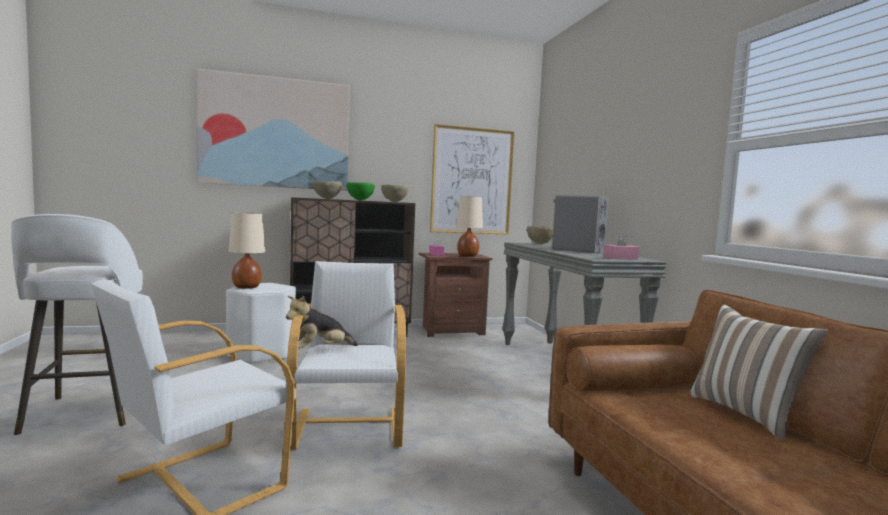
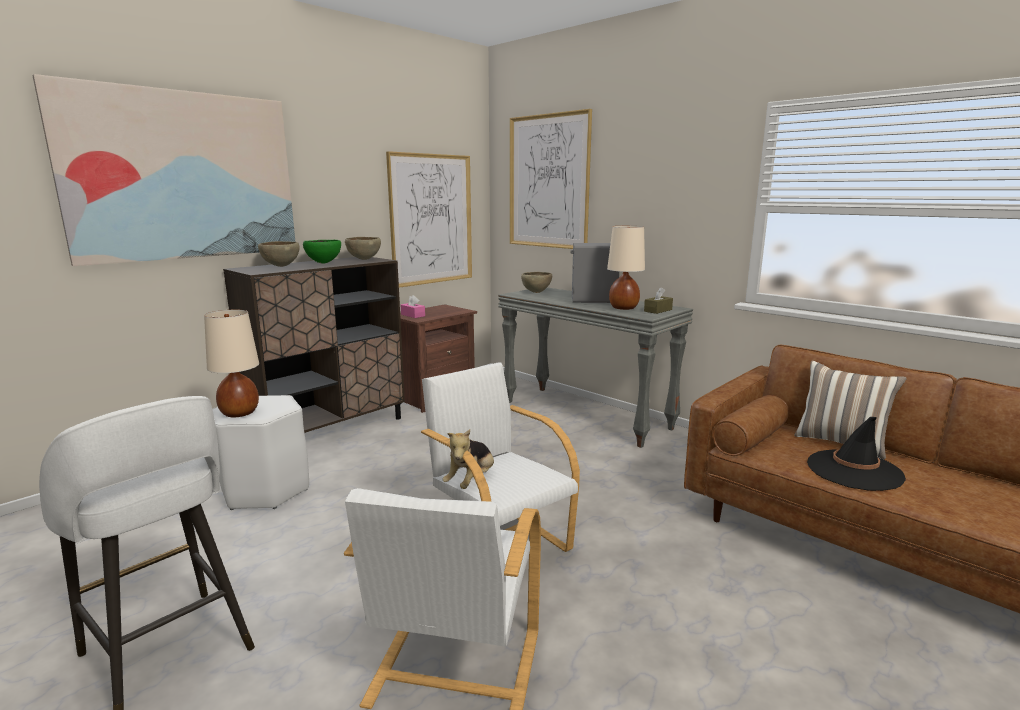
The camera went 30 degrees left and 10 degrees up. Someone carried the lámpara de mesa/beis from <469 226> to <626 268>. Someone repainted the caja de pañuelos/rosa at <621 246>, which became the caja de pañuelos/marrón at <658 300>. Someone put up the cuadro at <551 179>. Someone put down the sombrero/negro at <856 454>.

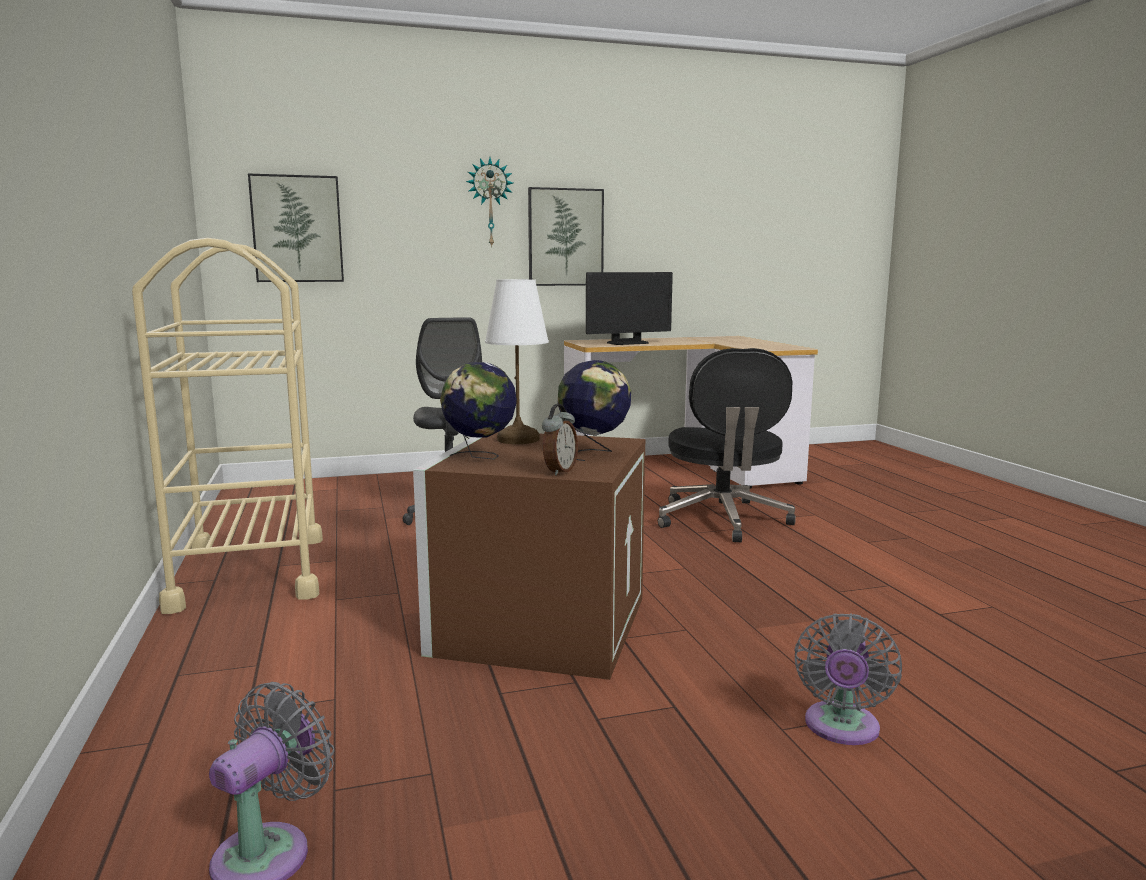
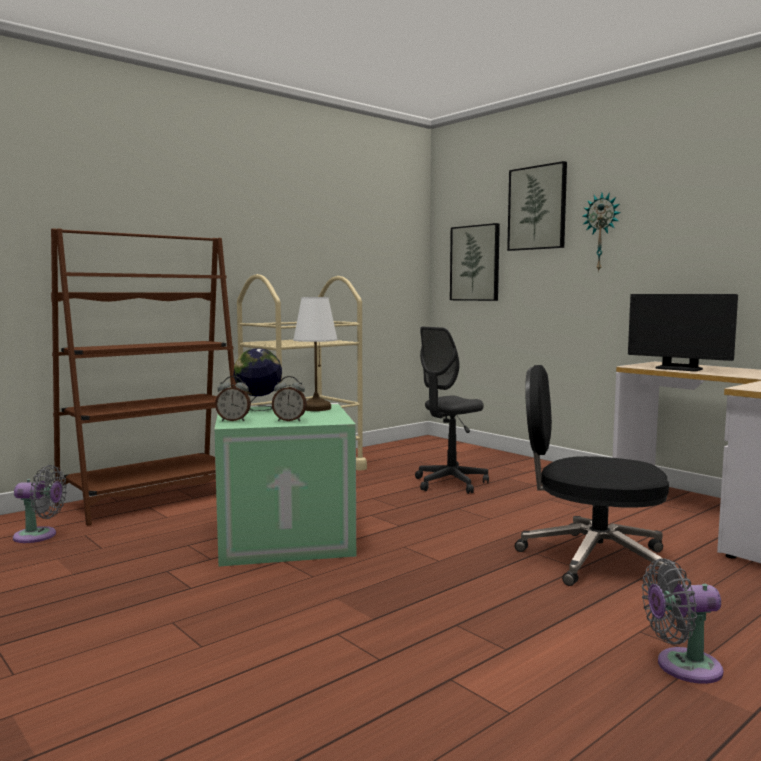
The camera went 65 degrees right and 5 degrees down. Someone repainted the caja de almacenaje/marrón at <529 556>, which became the caja de almacenaje/verde at <285 484>. Someone carried the cuadro from <566 236> to <537 206>. Someone swapped the globo terráqueo at <594 410> for the despertador at <289 399>. Someone rotated the silla de oficina/negro at <727 445> by 45 degrees clockwise. Someone carried the ventilador/gris from <848 679> to <682 621>. Someone put down the estantería/marrón at <143 376>.

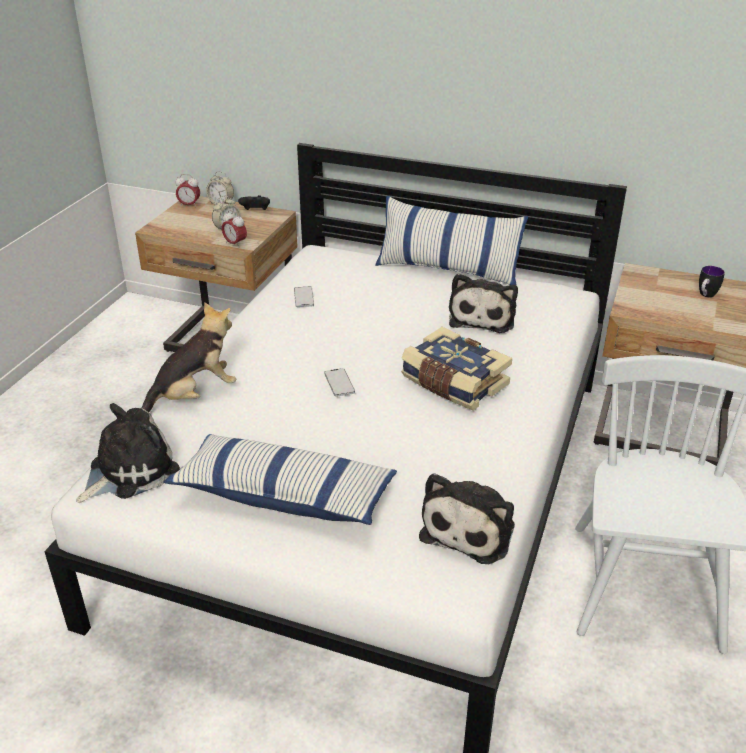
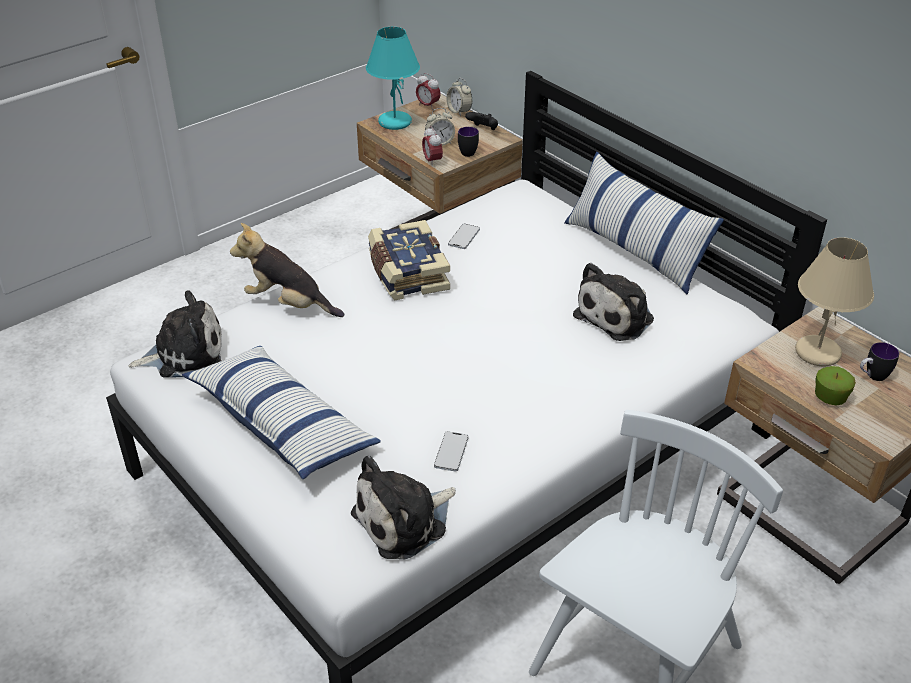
The camera went 30 degrees right and 5 degrees up. Someone rotated the peluche at <189 357> by 150 degrees counterclockwise. Someone carried the móvil from <339 382> to <451 451>. Someone carried the libro from <456 369> to <409 260>. Someone put down the lámpara de mesa/turquesa at <393 78>. Someone put down the taza grande at <468 142>. Someone put down the lámpara de mesa/beis at <834 301>. Someone put down the manzana at <835 386>.

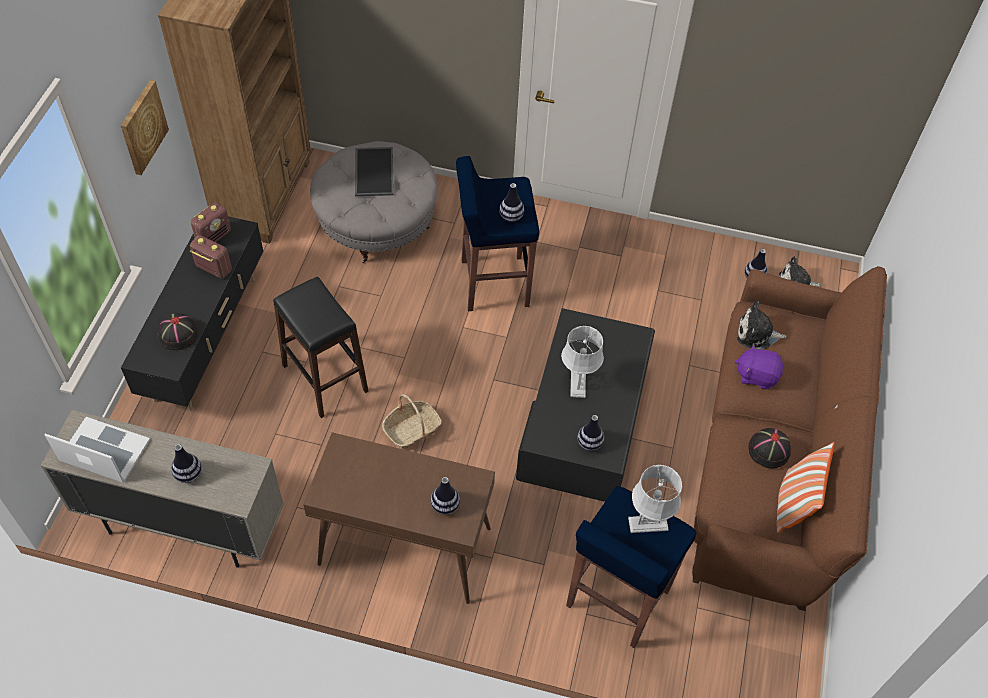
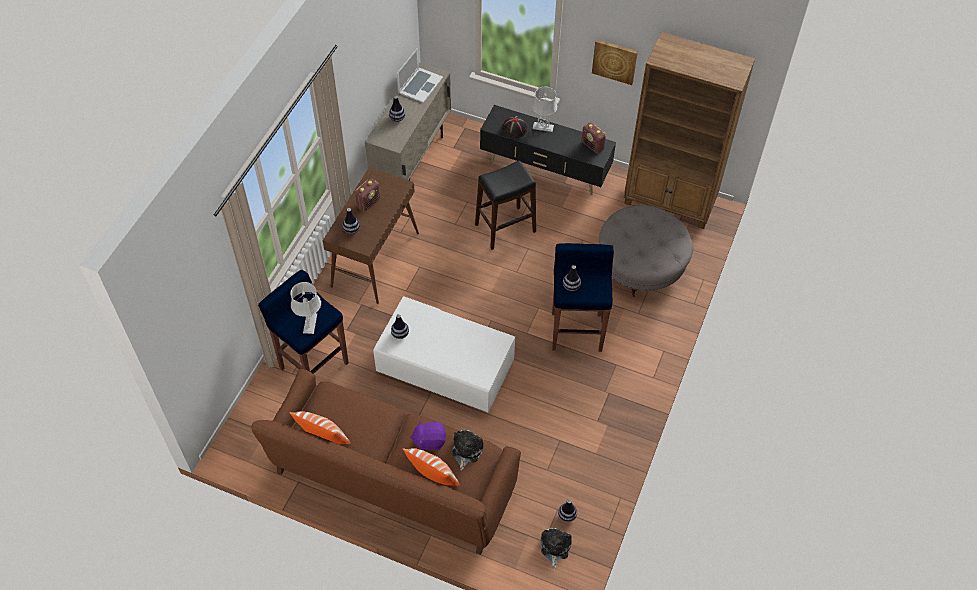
The camera went 100 degrees right and 0 degrees up. Someone carried the radio from <211 256> to <367 195>. Someone took away the bandeja at <374 171>. Someone took away the cesta at <412 421>. Someone repainted the mesa de centro/negro at <585 405>, which became the mesa de centro/blanco at <444 354>. Someone carried the lámpara de mesa/gris from <582 362> to <544 109>. Someone rotated the peluche/morado at <758 367> by 120 degrees counterclockwise. Someone took away the sombrero/negro at <769 448>. Someone put down the cojín at <431 467>.

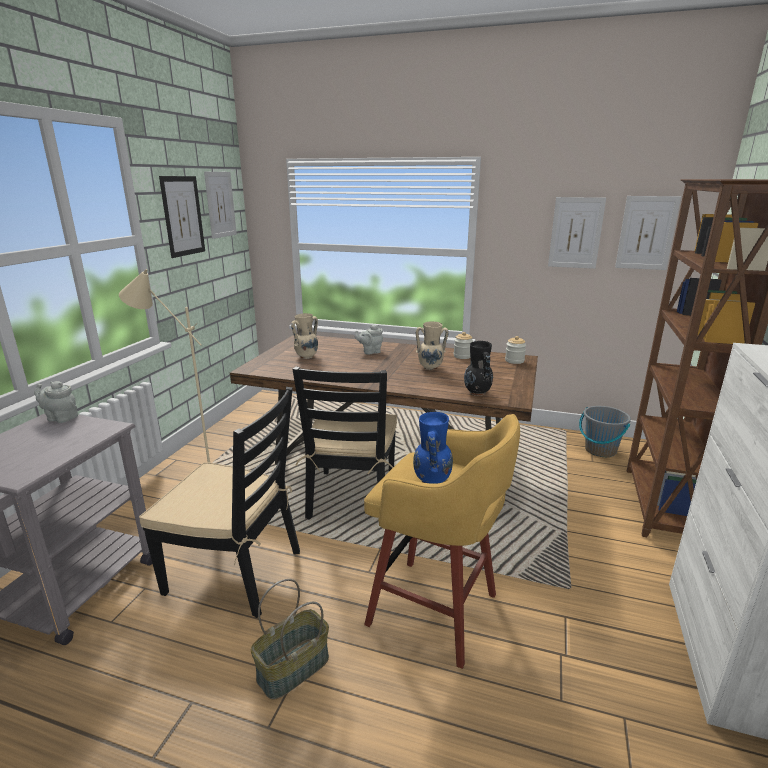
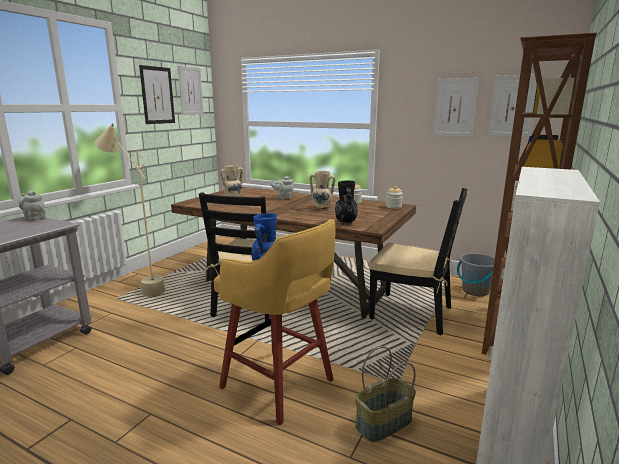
The camera went 10 degrees right and 5 degrees down. Someone carried the silla/negro from <219 502> to <418 261>. Someone carried the cesta from <290 639> to <385 394>.

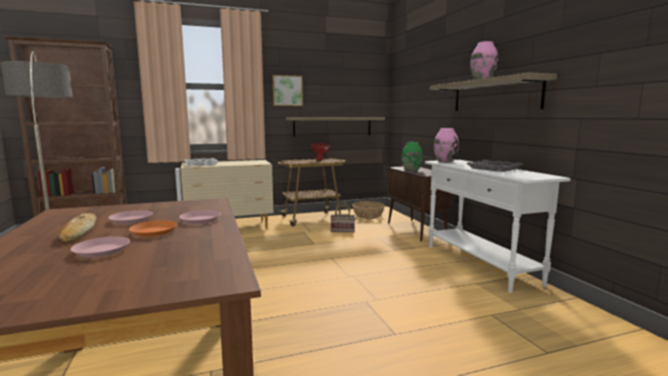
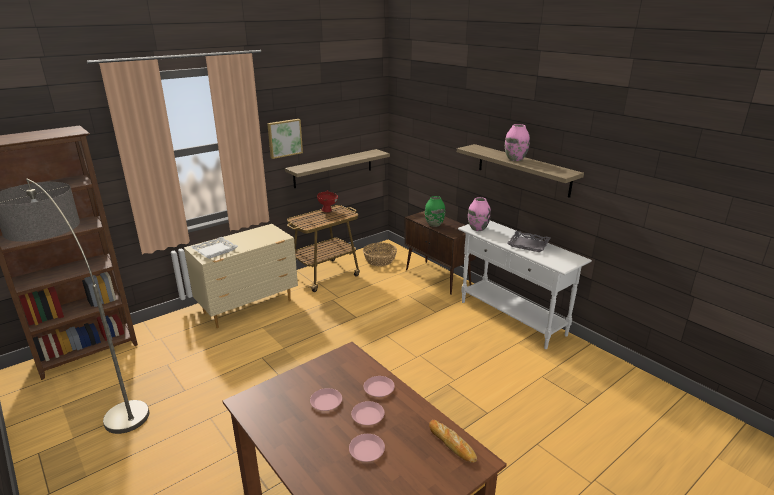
The camera went 20 degrees left and 15 degrees up. Someone carried the pan from <78 227> to <453 441>. Someone repainted the plato/naranja at <153 228>, which became the plato/rosa at <368 413>. Someone took away the cesta at <342 217>.

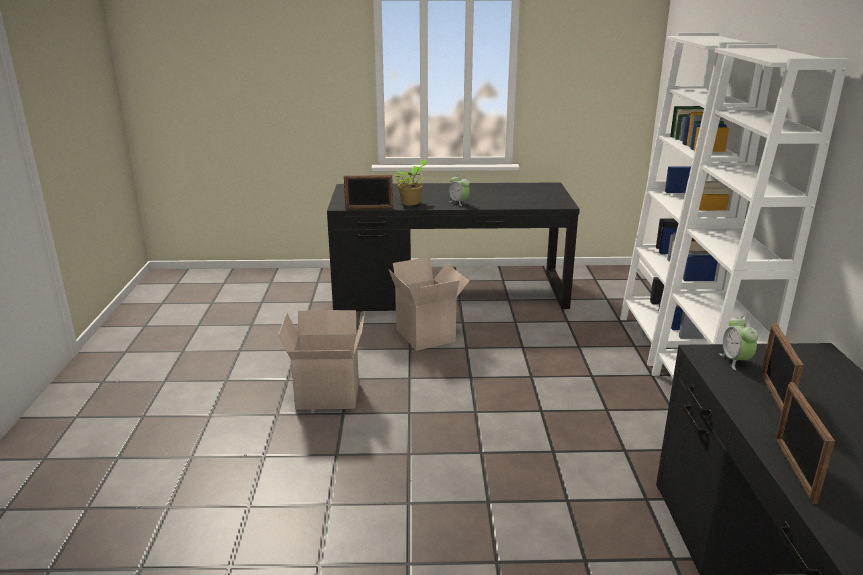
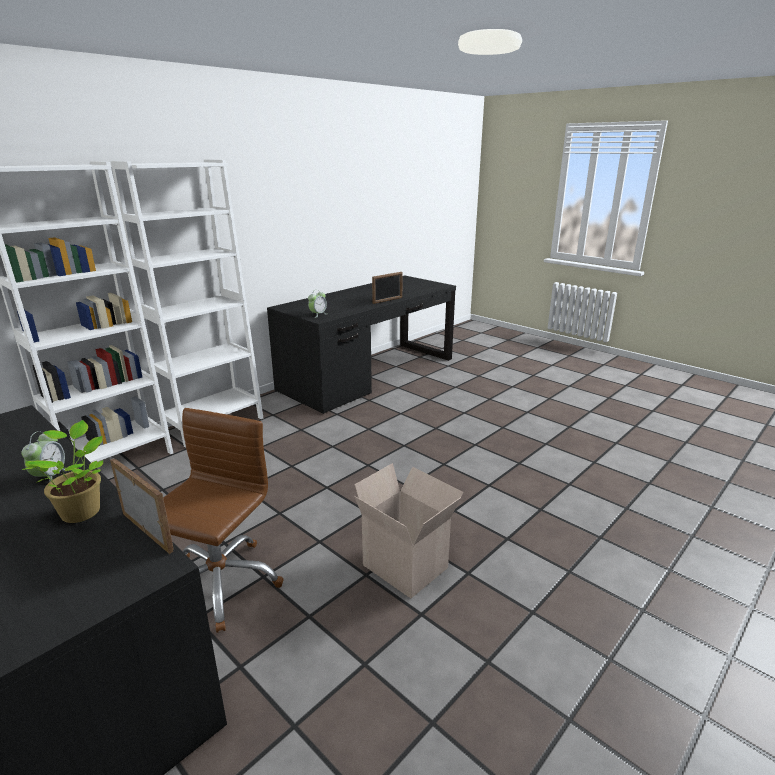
The camera went 135 degrees left and 0 degrees up. Someone swapped the caja de cartón at <428 304> for the silla de oficina/marrón at <223 520>. Someone took away the portarretratos at <782 368>.

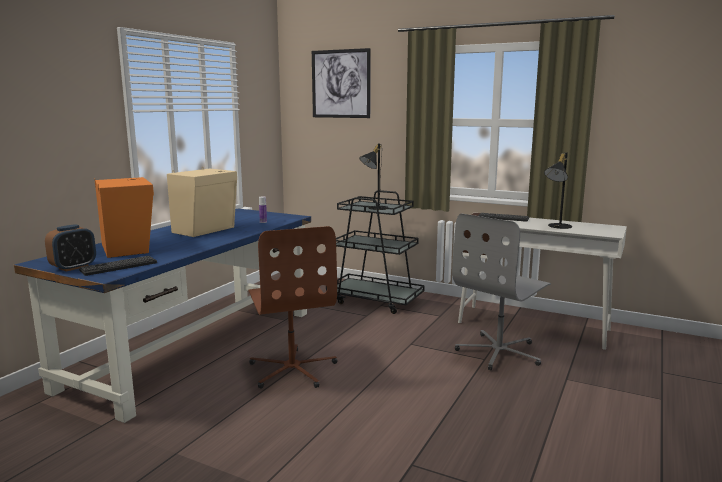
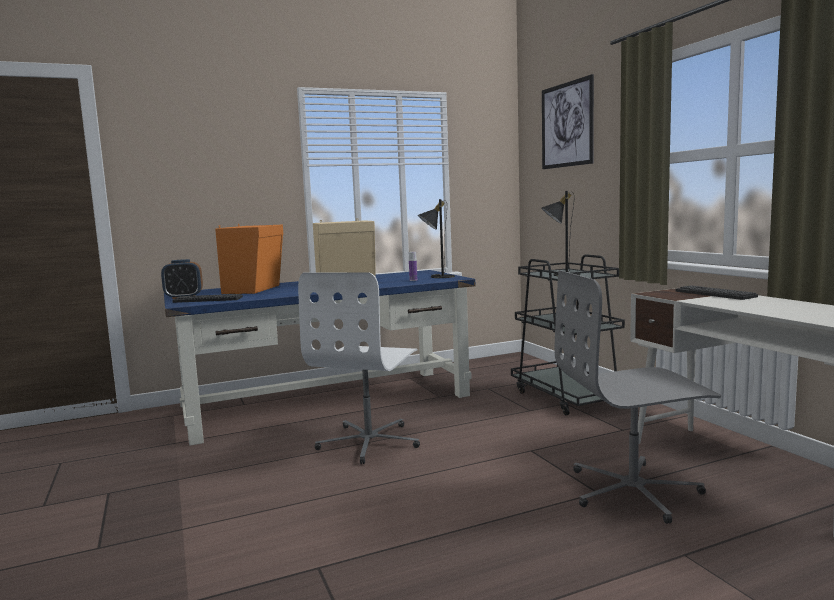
The camera went 40 degrees right and 5 degrees down. Someone repainted the silla de oficina/marrón at <292 307>, which became the silla de oficina/blanco at <359 368>. Someone carried the lámpara de mesa/negro from <558 190> to <436 238>.

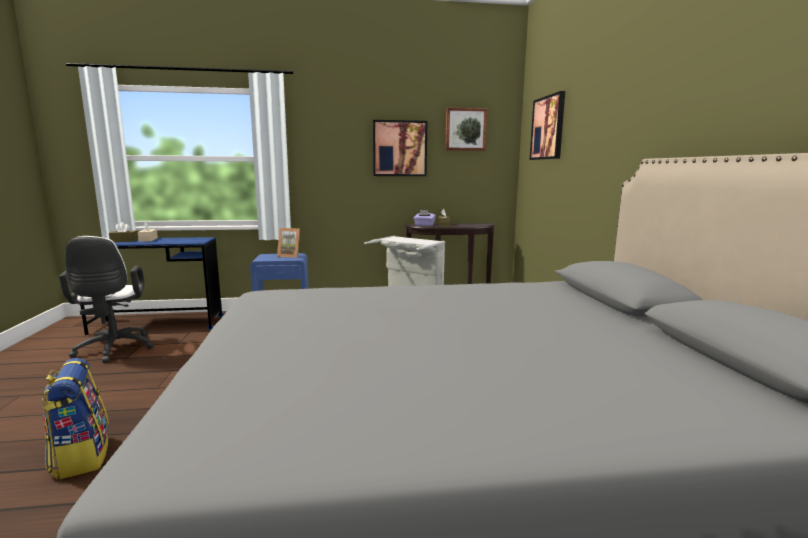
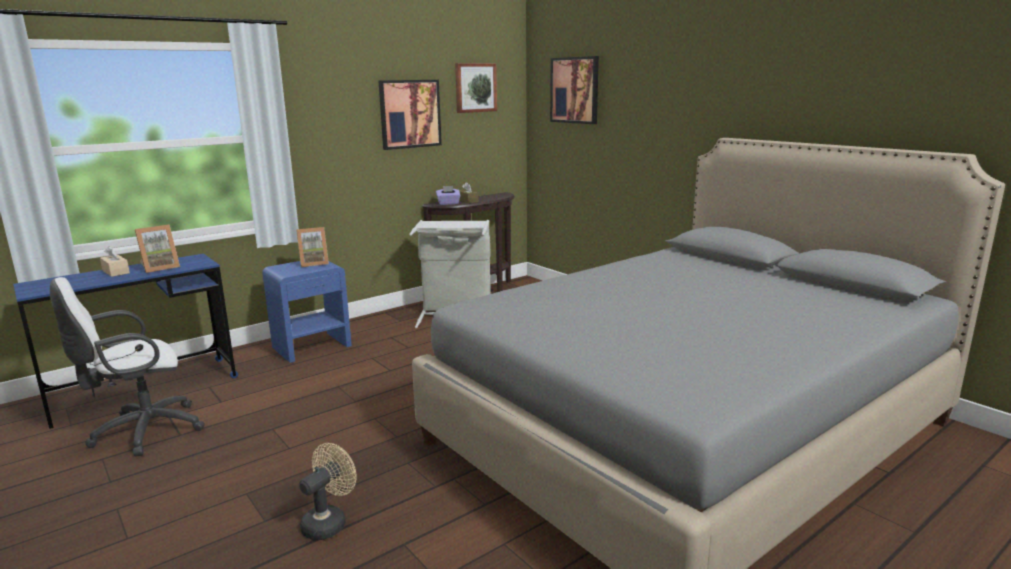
The camera went 30 degrees left and 5 degrees up. Someone swapped the mochila at <75 418> for the ventilador/beis at <328 491>. Someone rotated the silla de oficina/blanco at <106 299> by 105 degrees clockwise. Someone took away the caja de pañuelos/marrón at <123 232>. Someone put down the portarretratos at <157 249>.

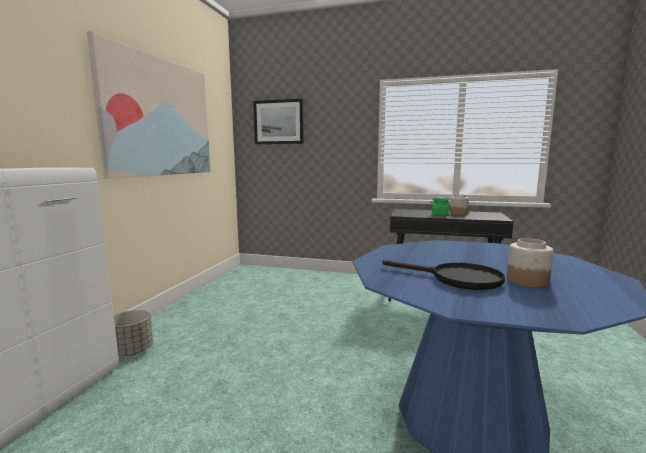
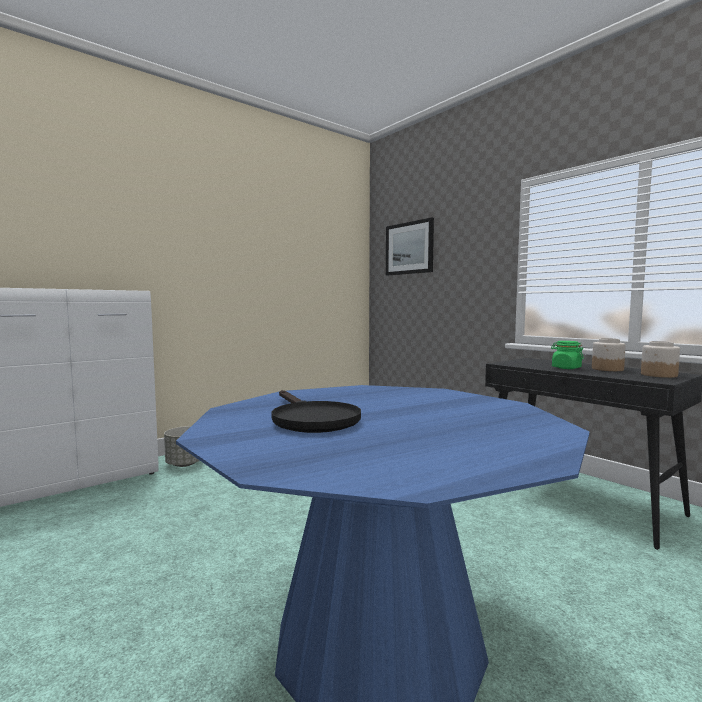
The camera went 35 degrees right and 5 degrees down. Someone took away the cuadro at <149 105>. Someone carried the tarro from <530 263> to <660 359>.

